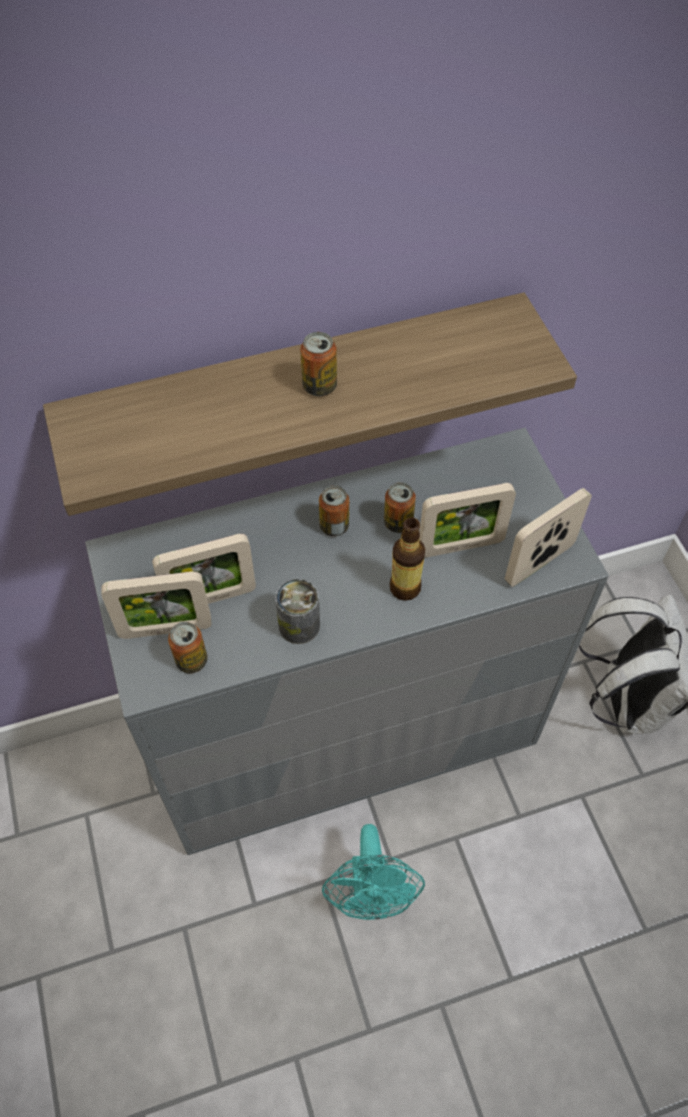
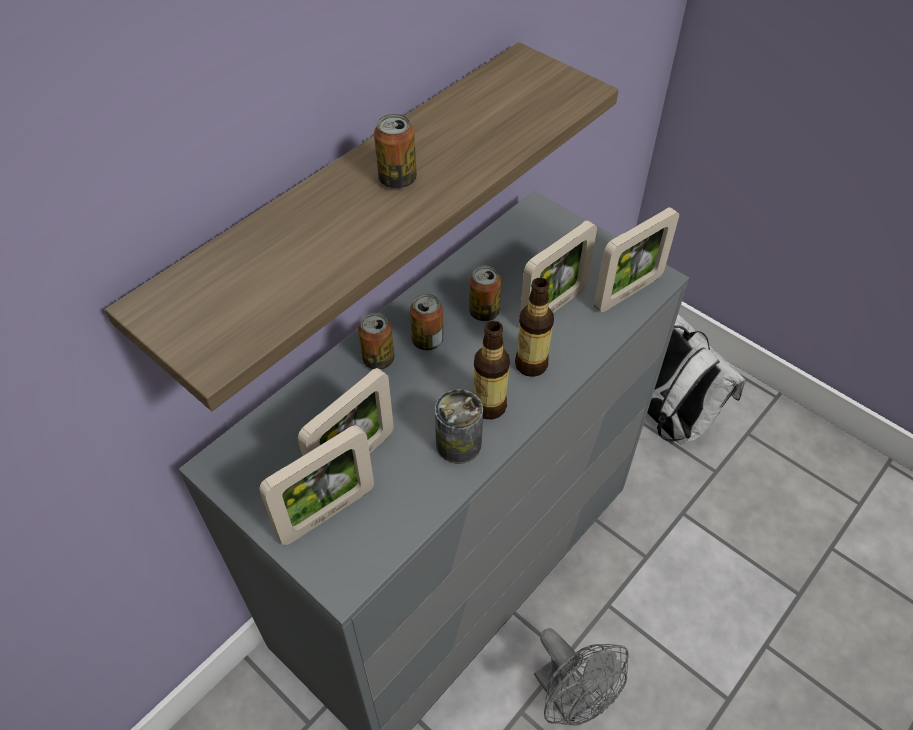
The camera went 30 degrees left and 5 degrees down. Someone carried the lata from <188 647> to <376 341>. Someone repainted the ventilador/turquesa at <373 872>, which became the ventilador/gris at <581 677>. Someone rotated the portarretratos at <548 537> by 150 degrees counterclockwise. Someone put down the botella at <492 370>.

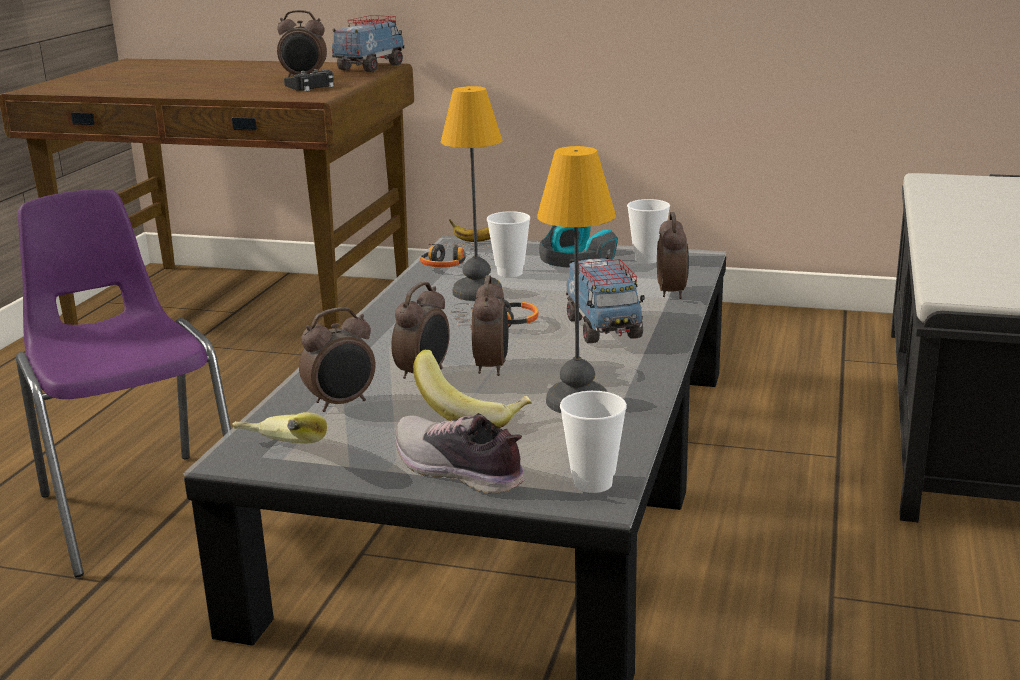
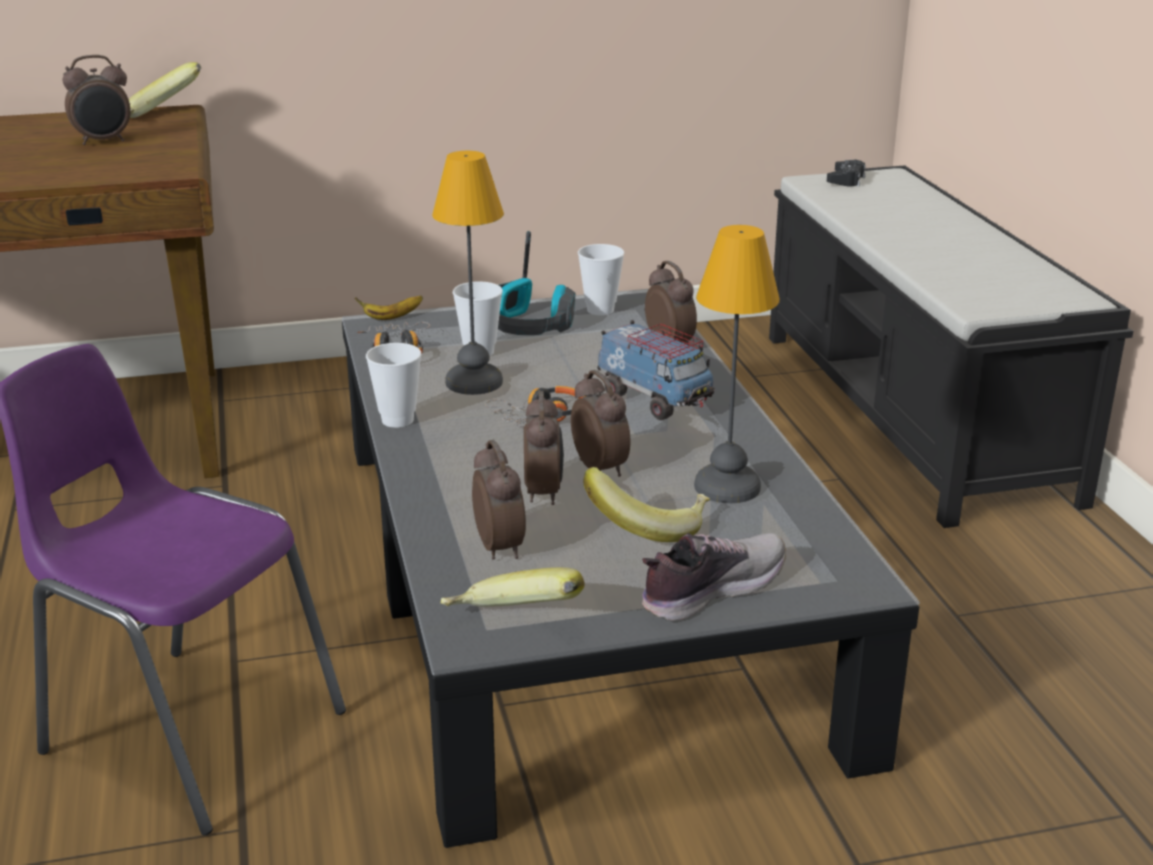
The camera went 30 degrees left and 5 degrees up. Someone carried the mando de consola/negro from <309 80> to <846 173>. Someone rotated the despertador at <337 359> by 45 degrees counterclockwise. Someone swapped the camión de juguete at <368 43> for the plátano at <165 90>. Someone rotated the zapato at <460 453> by 135 degrees clockwise. Someone carried the taza from <593 442> to <393 385>.

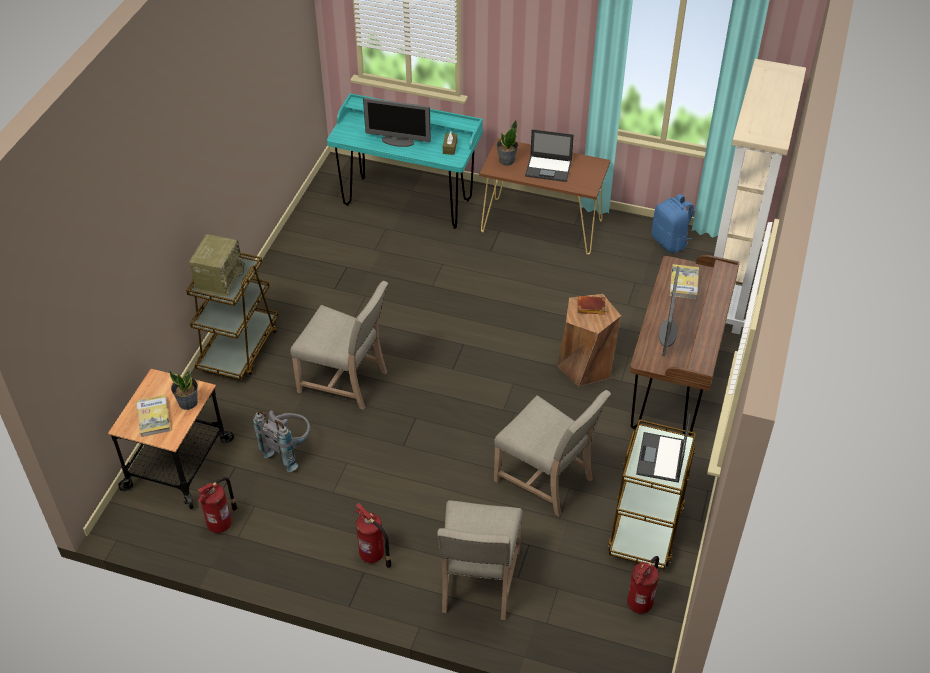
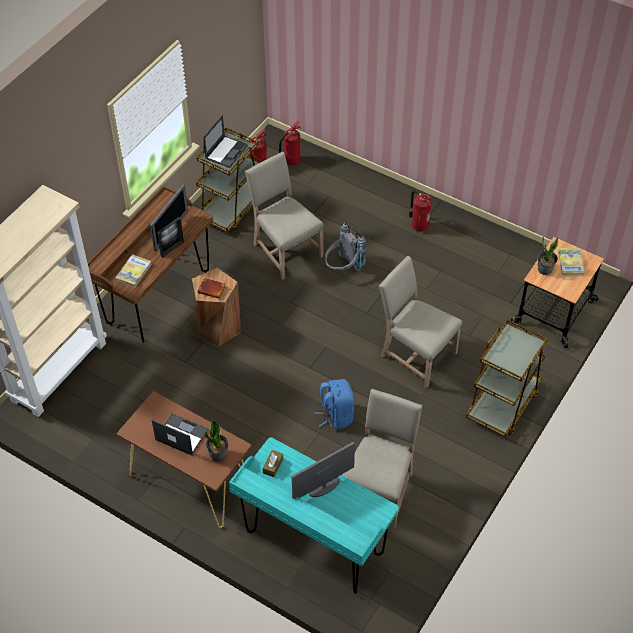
The camera went 165 degrees left and 5 degrees up. Someone took away the radio at <217 265>. Someone carried the extintor from <217 505> to <290 143>. Someone carried the mochila/gris from <282 441> to <345 247>. Someone rotated the monitor at <397 122> by 60 degrees counterclockwise. Someone carried the silla/beis from <480 560> to <382 458>. Someone carried the mochila/azul from <672 223> to <334 404>. Someone put down the portarretratos at <170 237>.

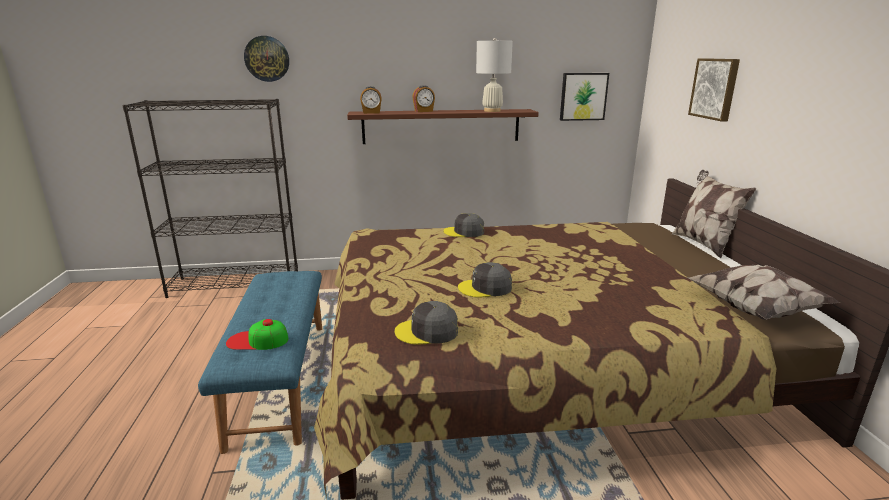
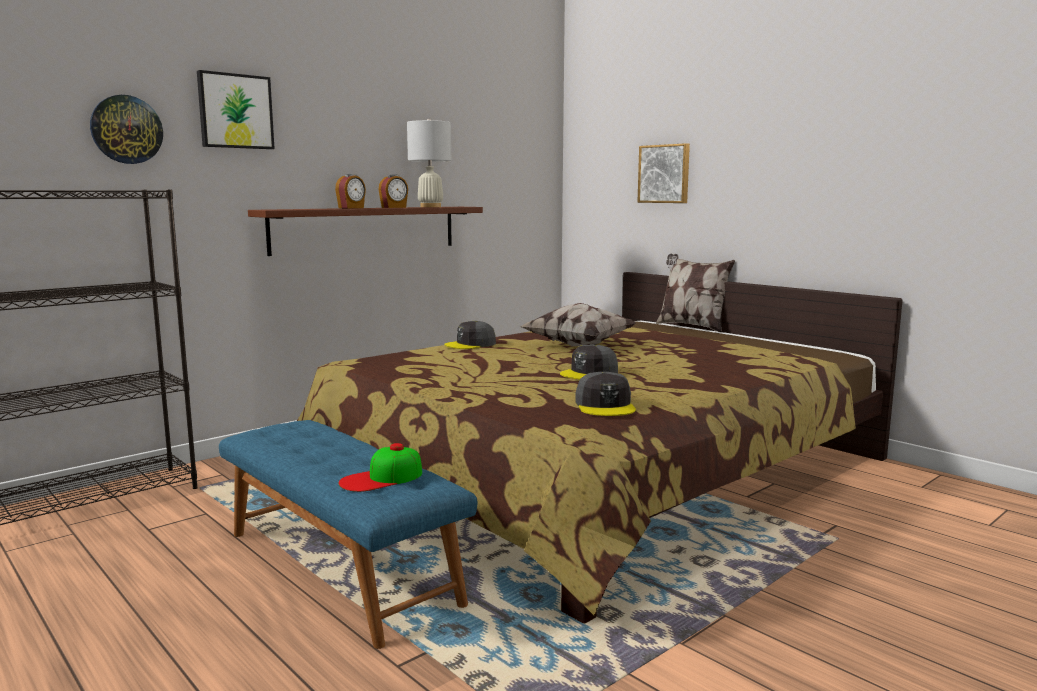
The camera went 35 degrees left and 10 degrees down. Someone carried the despertador from <371 100> to <393 191>. Someone rotated the gorra/gris at <426 323> by 60 degrees counterclockwise. Someone carried the cuadro from <584 97> to <236 109>. Someone carried the cojín from <764 292> to <577 324>.

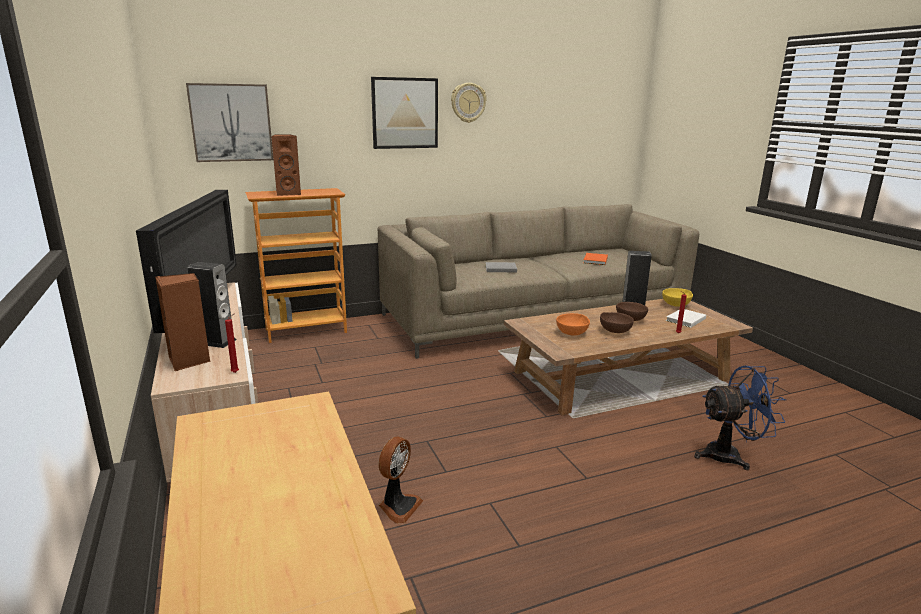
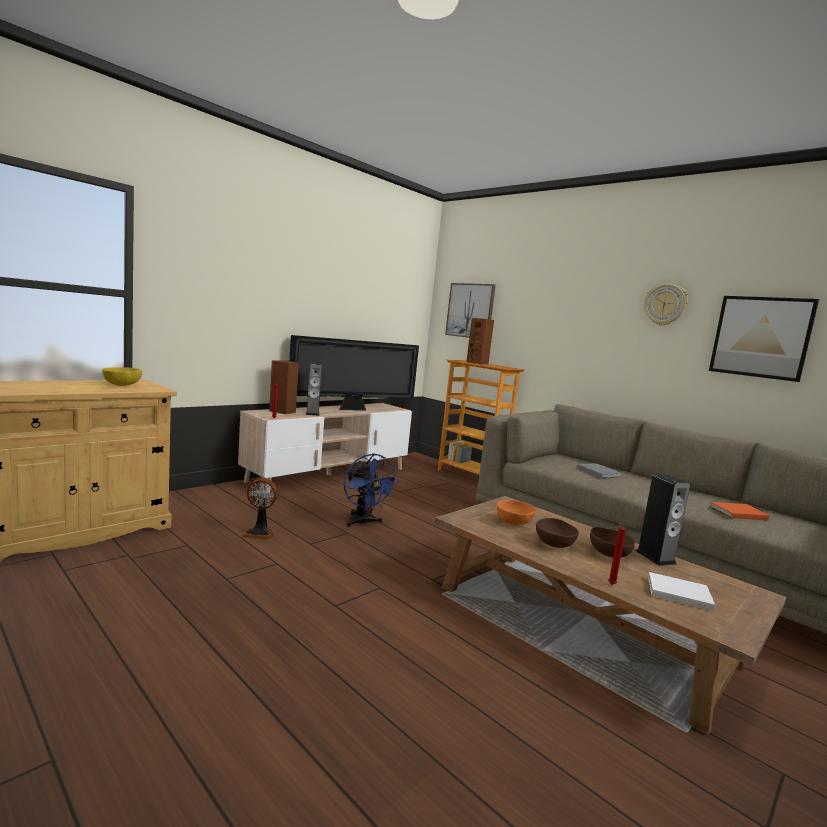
The camera went 65 degrees right and 10 degrees down. Someone carried the cuadro from <404 113> to <764 339>. Someone carried the cuenco/amarillo from <677 297> to <122 376>. Someone carried the ventilador/azul from <740 418> to <372 490>.

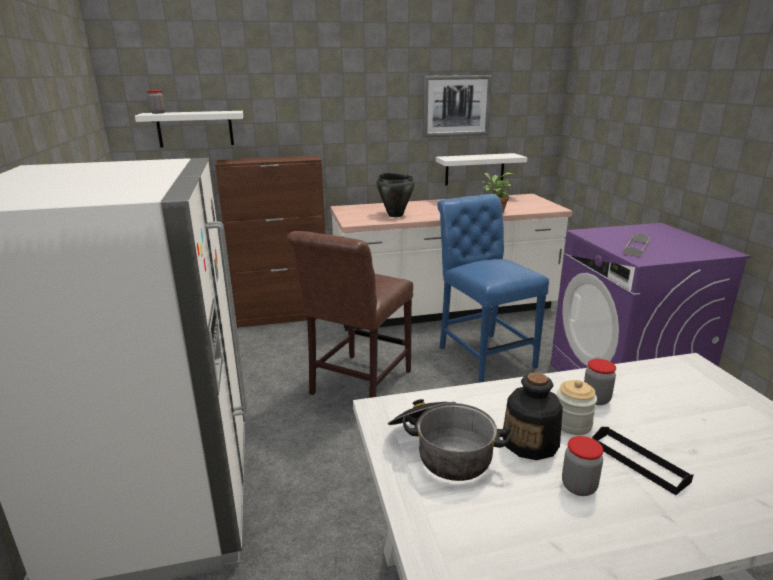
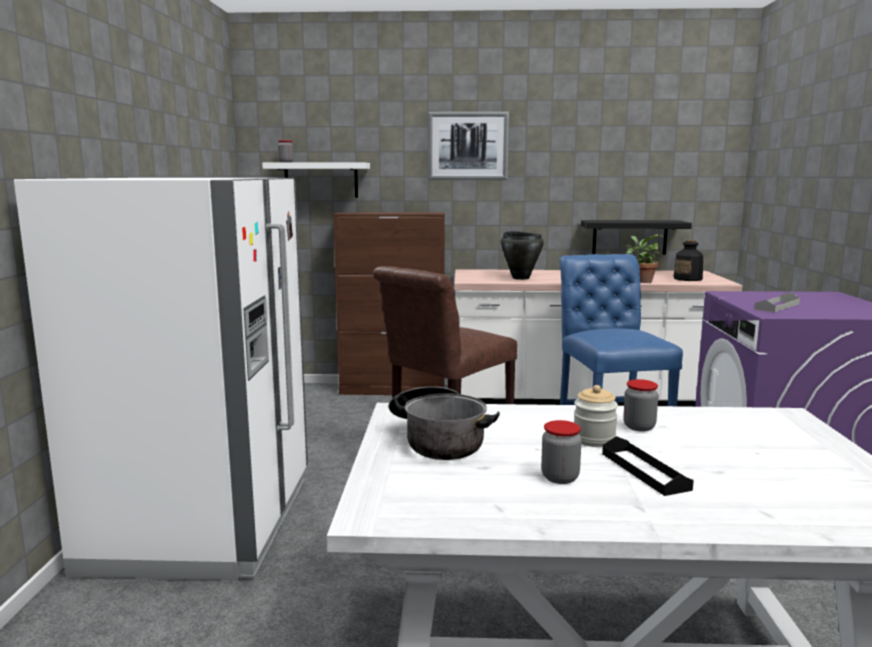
The camera went 15 degrees right and 10 degrees down. Someone carried the cuadro from <457 106> to <468 146>. Someone repainted the estante/blanco at <481 169>, which became the estante/negro at <636 237>. Someone carried the botella from <533 416> to <688 260>.

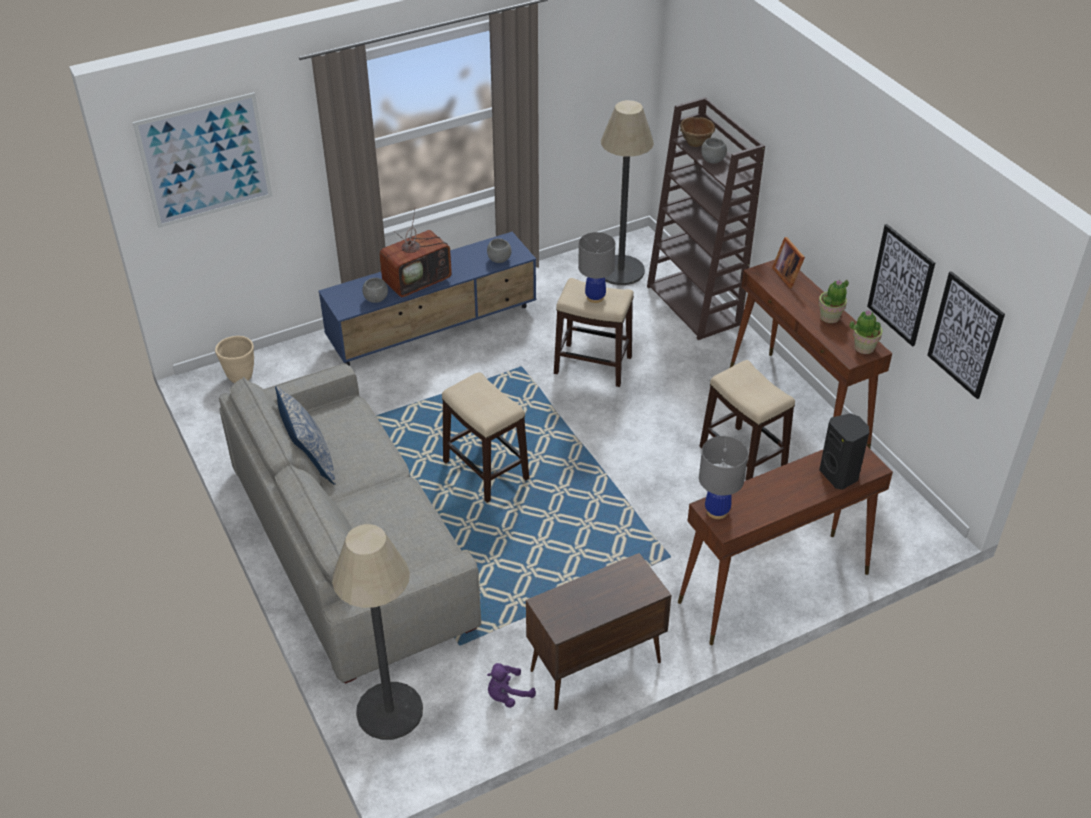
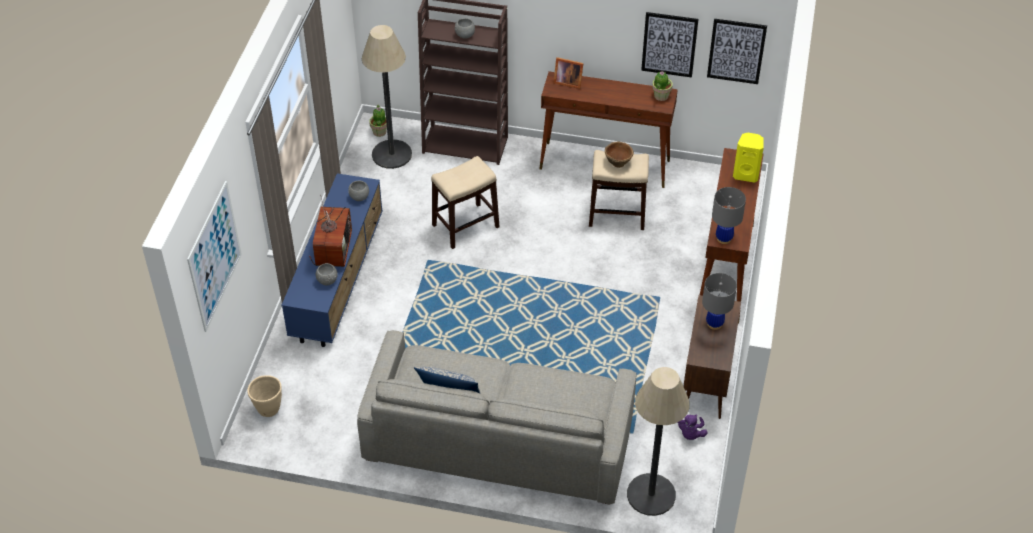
The camera went 50 degrees left and 5 degrees up. Someone took away the taburete at <485 437>. Someone carried the lámpara de mesa/gris from <596 267> to <719 301>. Someone carried the cuenco/marrón from <697 132> to <619 155>. Someone carried the planta en maceta from <834 301> to <378 121>. Someone repainted the altavoz/negro at <844 451>, which became the altavoz/amarillo at <748 158>.

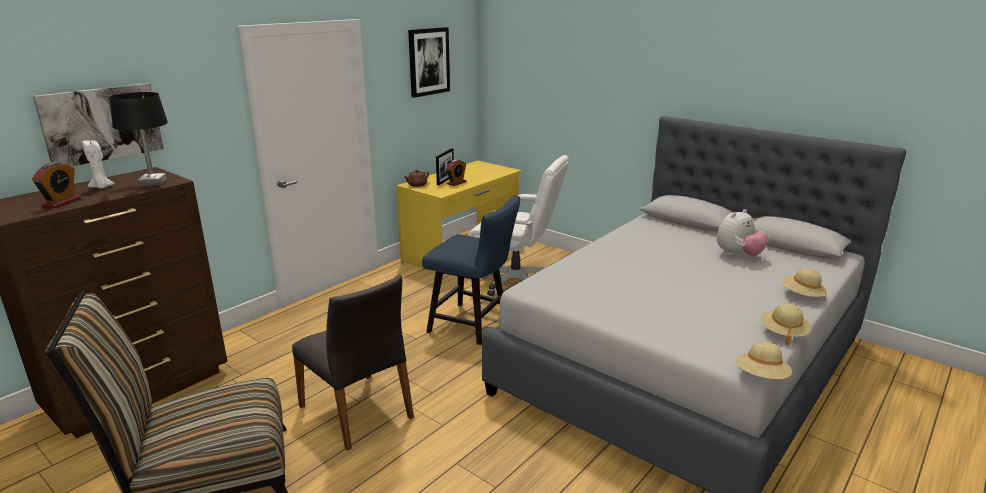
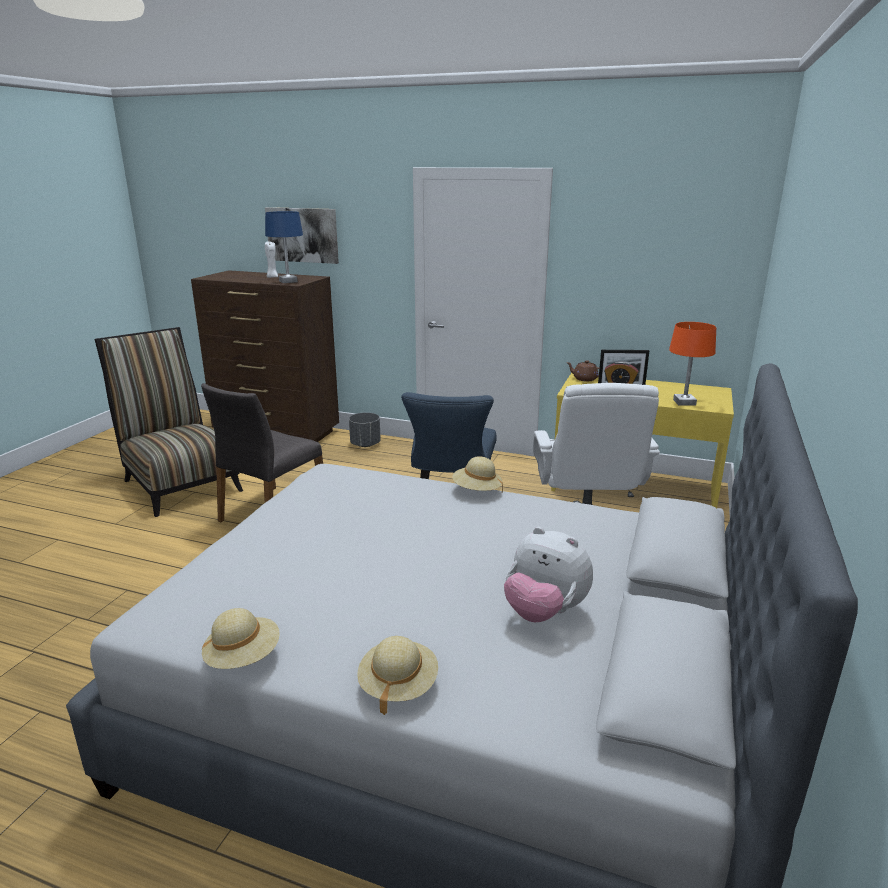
The camera went 70 degrees right and 0 degrees up. Someone took away the despertador at <56 185>. Someone repainted the lámpara de mesa/negro at <138 139>, which became the lámpara de mesa/azul at <284 247>. Someone took away the cuadro at <429 62>. Someone carried the sombrero/beis from <764 360> to <477 474>. Someone put down the maceta/gris at <365 430>. Someone put down the lámpara de mesa/naranja at <692 364>.

